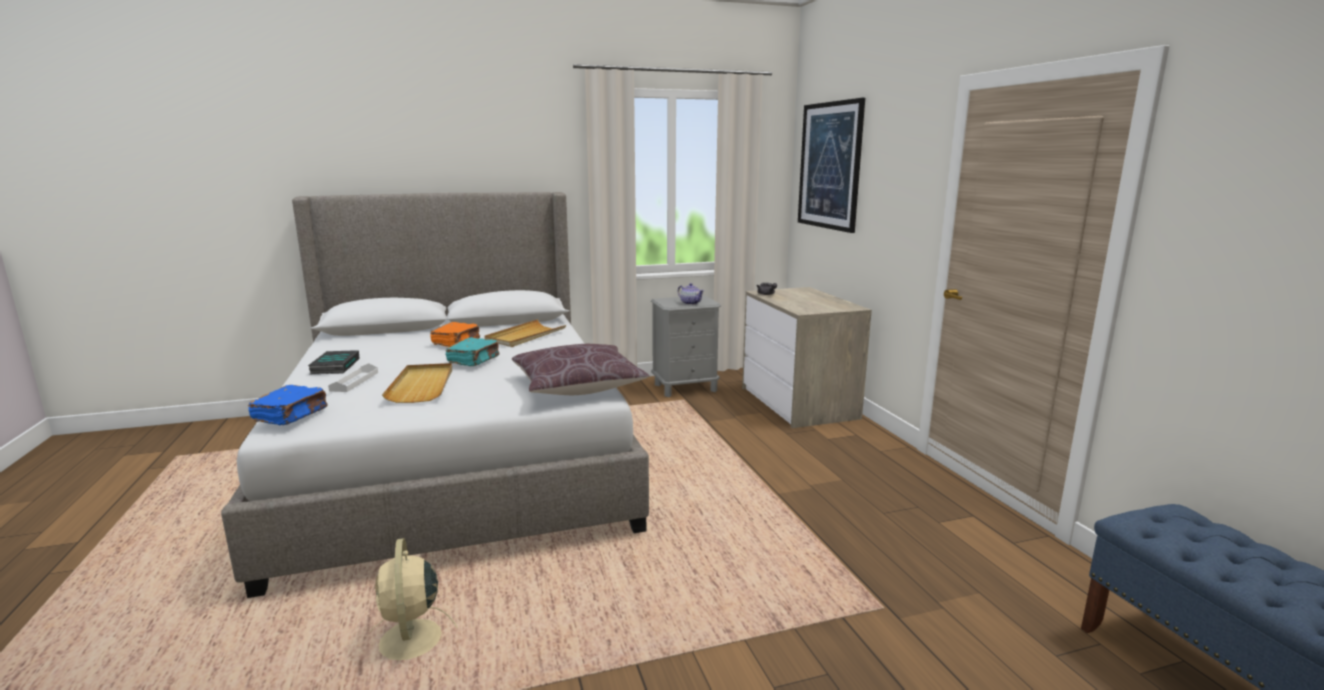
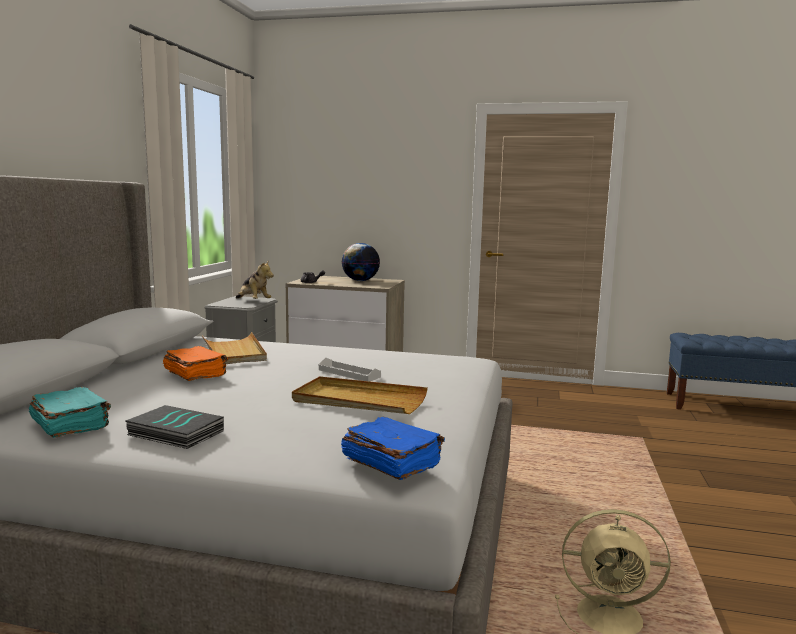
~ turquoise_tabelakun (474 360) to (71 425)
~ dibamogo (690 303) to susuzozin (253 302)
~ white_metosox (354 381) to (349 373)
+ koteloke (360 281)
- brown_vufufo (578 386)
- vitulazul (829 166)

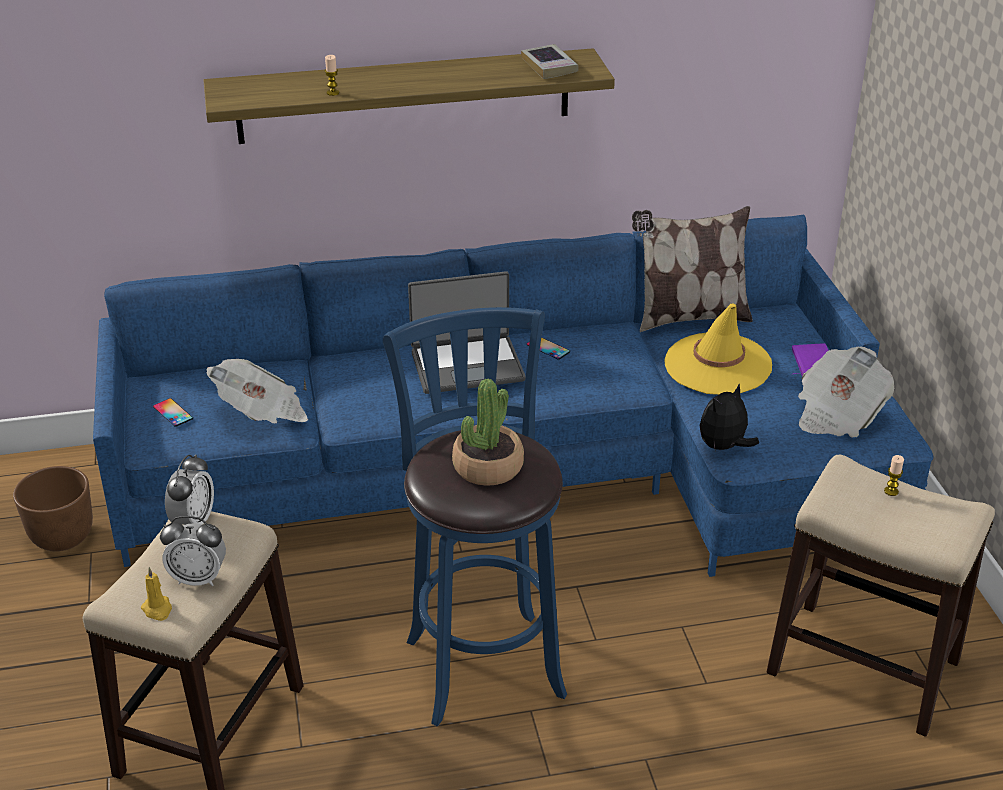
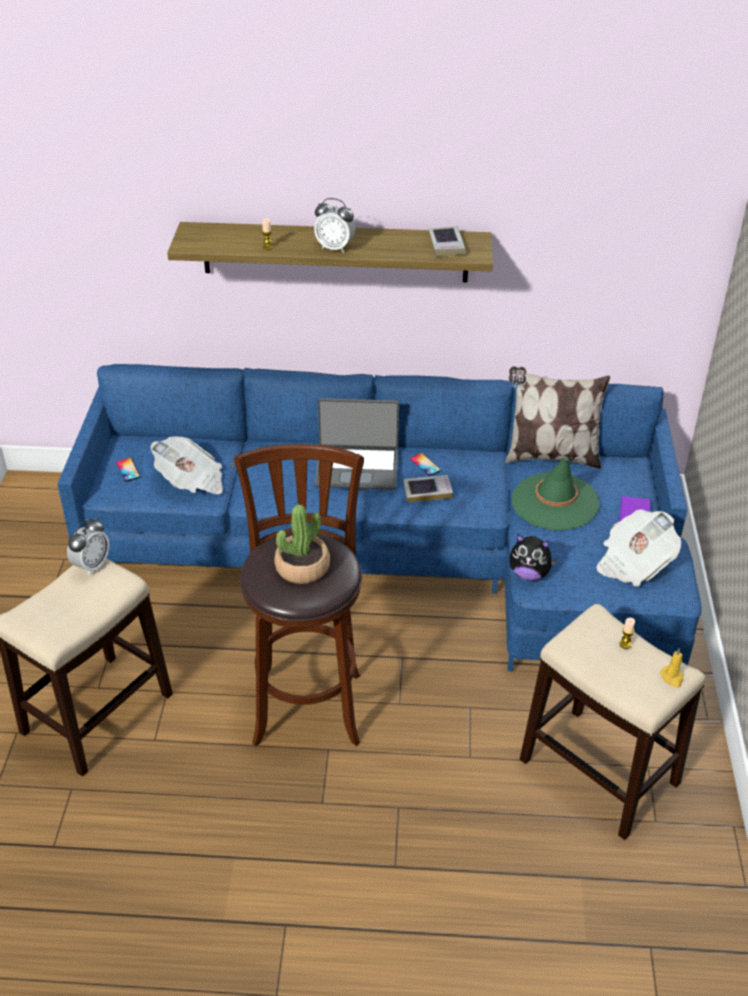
~ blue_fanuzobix (482 661) to brown_fanuzobix (308 702)
~ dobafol (198 578) to (335 248)
+ tabelakun (427 491)
~ susuzozin (724 447) = (529 574) 135 degrees counterclockwise
~ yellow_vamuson (717 365) to green_vamuson (555 502)
~ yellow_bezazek (157 609) to (672 678)
- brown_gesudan (62 537)

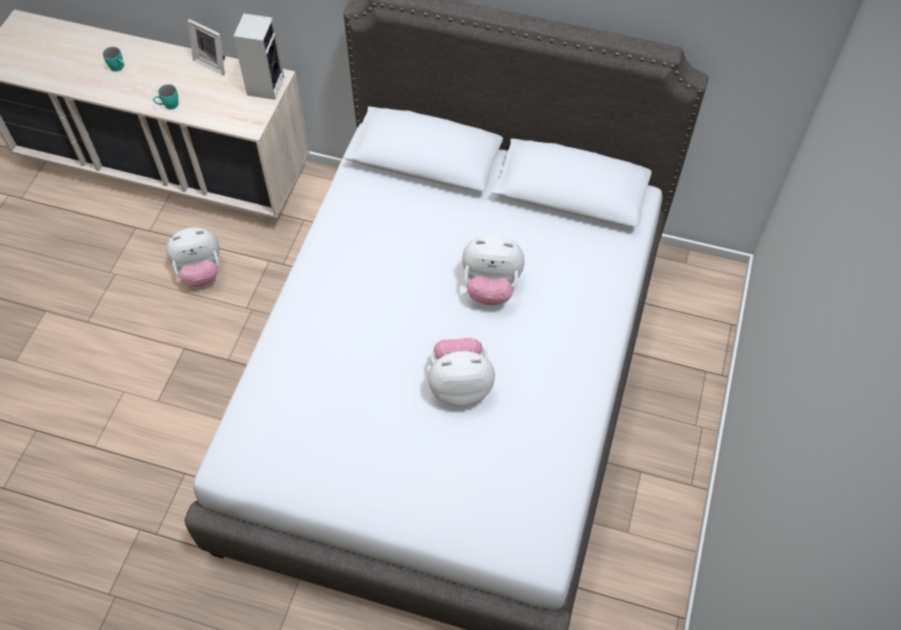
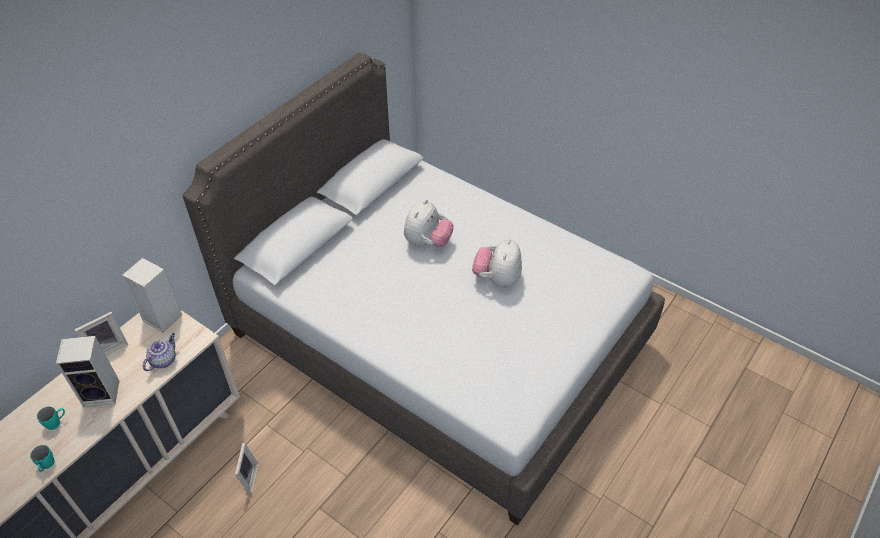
~ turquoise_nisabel (168 106) to (47 466)
+ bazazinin (103 393)
+ dibamogo (163 360)
~ susuzozin (200 271) to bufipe (247 478)

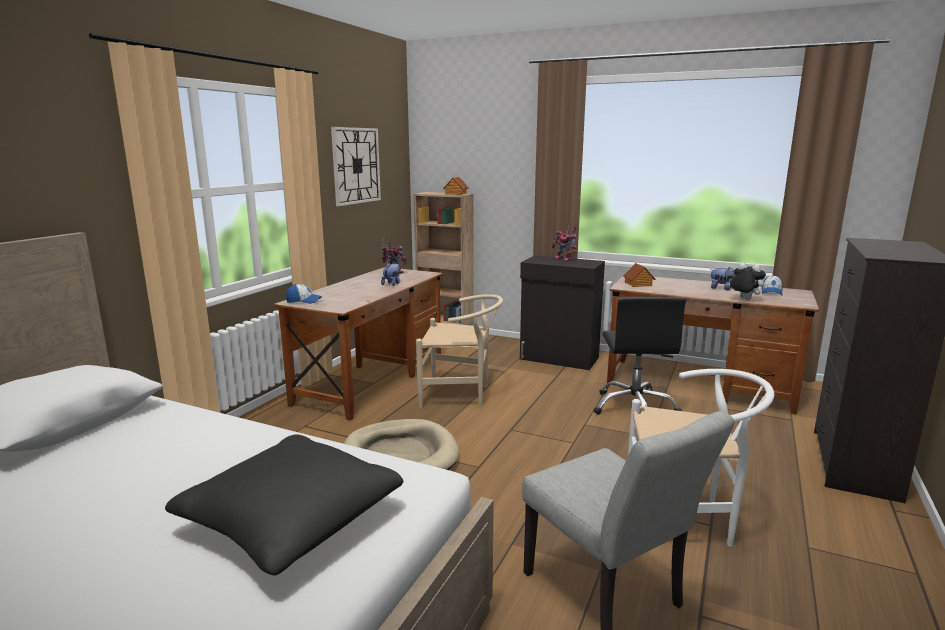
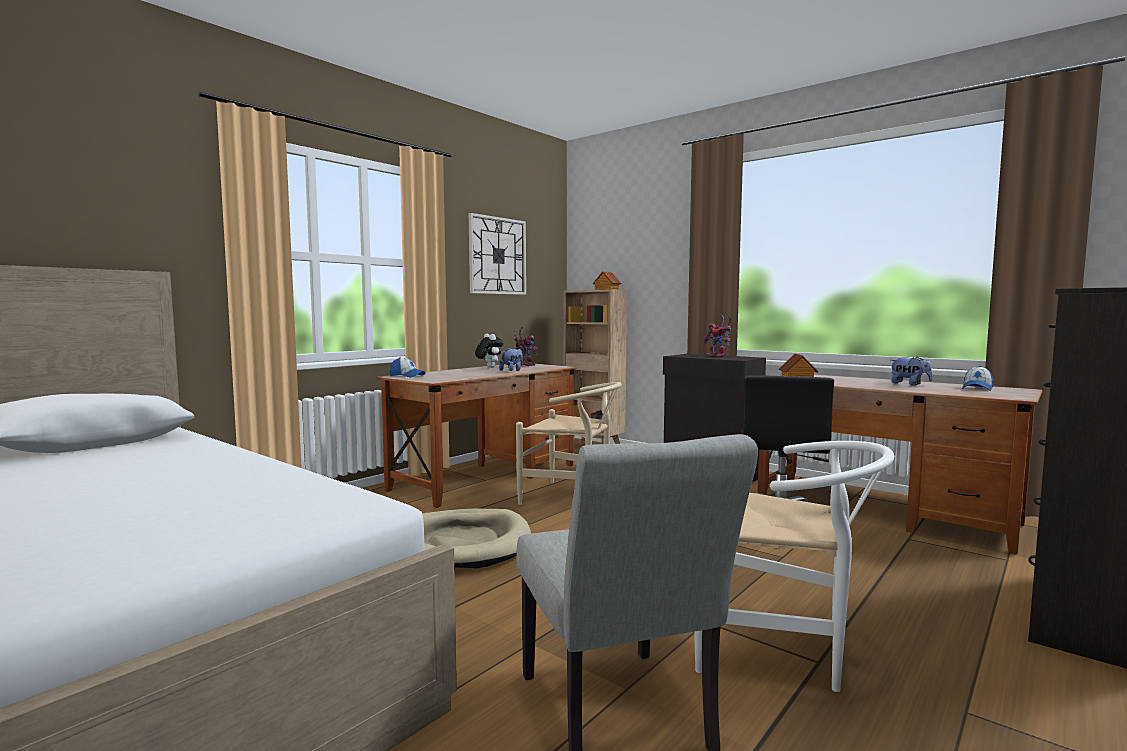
~ susuzozin (743 299) to (489 367)
- black_vufufo (291 520)

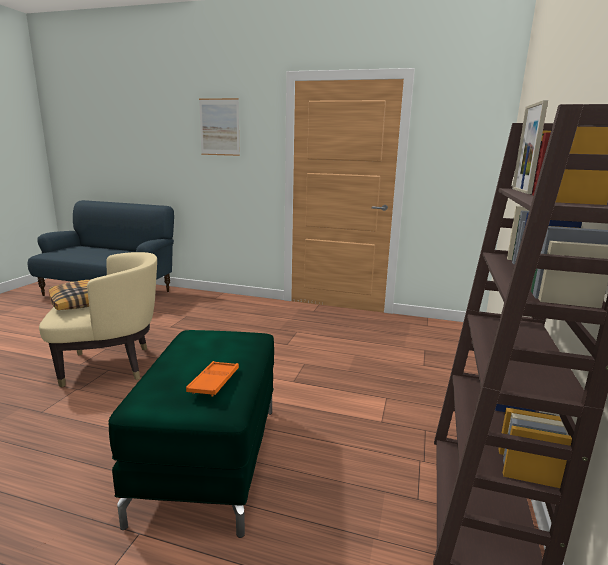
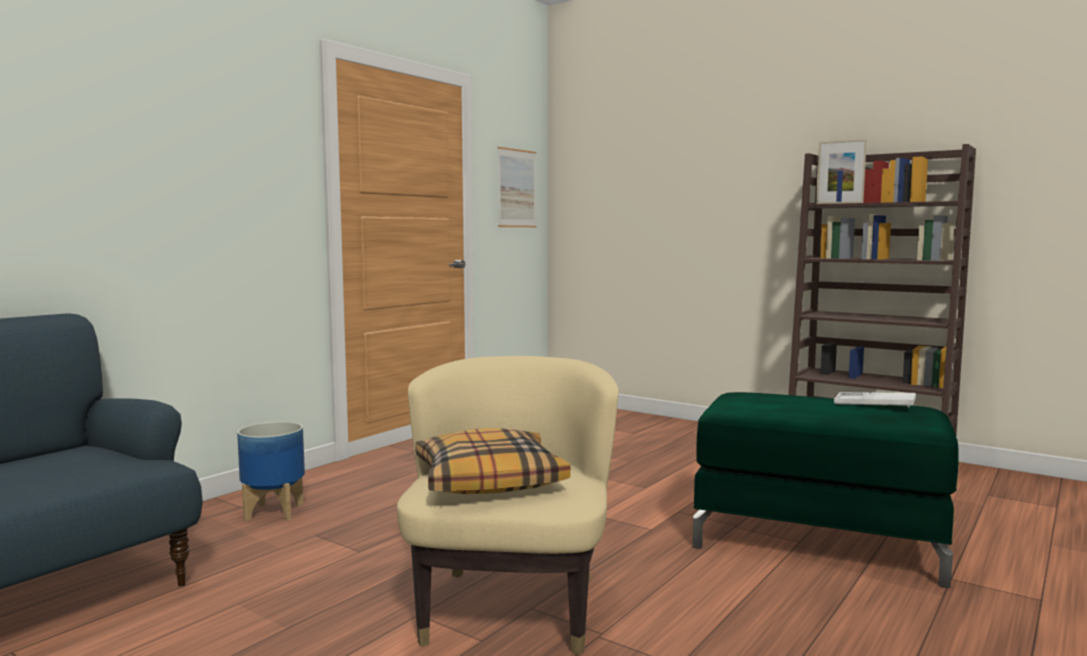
+ gesudan (274 512)
~ vitulazul (219 127) to (517 188)
~ orange_metosox (214 382) to white_metosox (874 405)

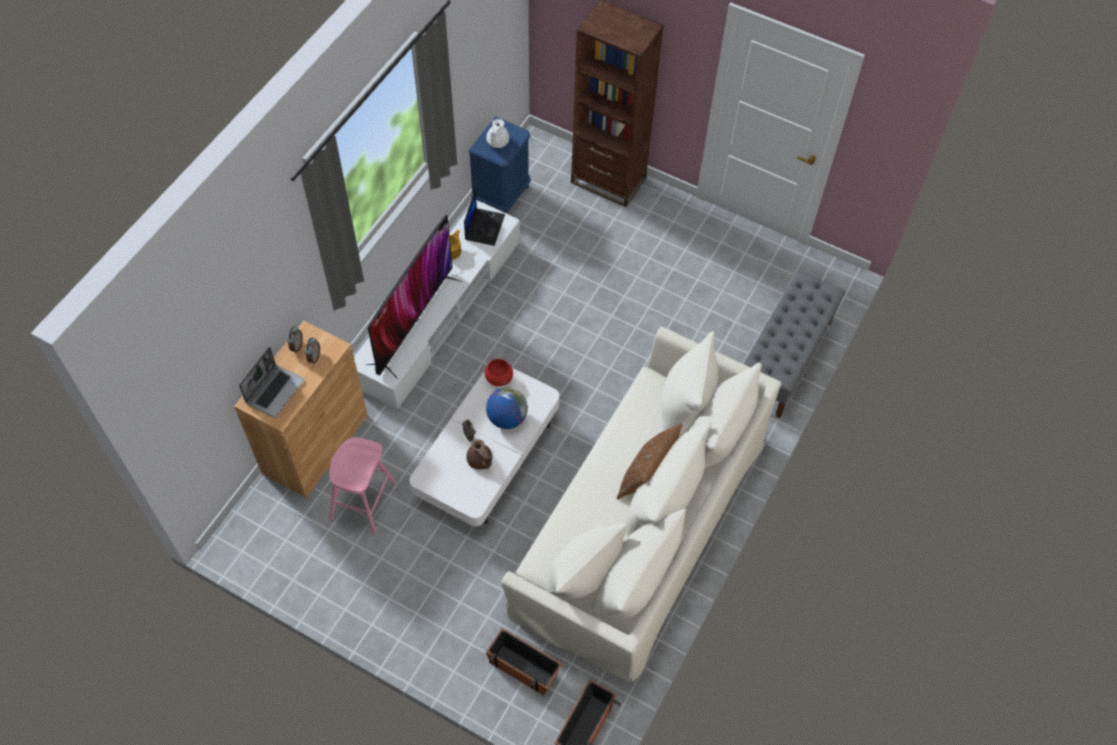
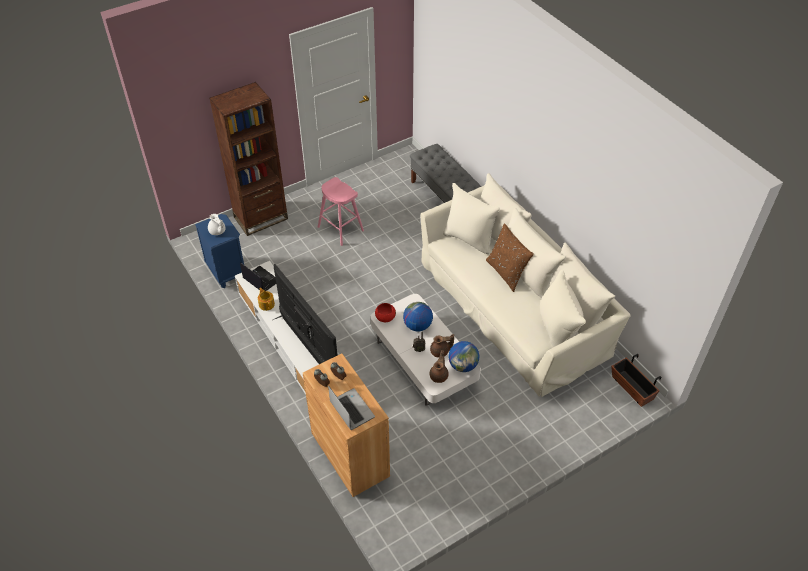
~ pink_fanuzobix (363 501) to (340 229)
+ brown_dibamogo (439 375)
+ koteloke (463 365)
- gesudan (523 668)

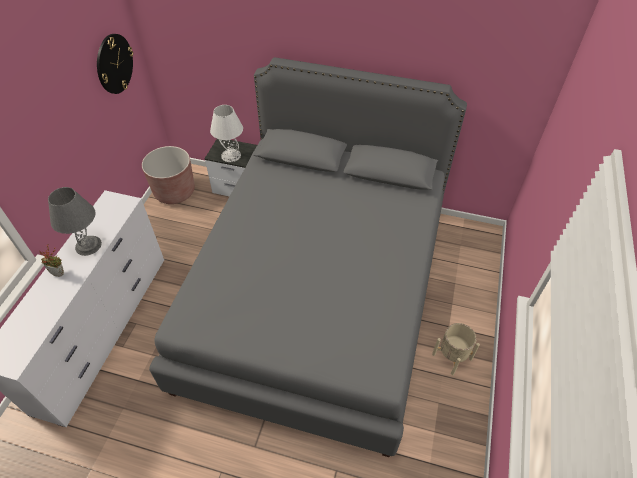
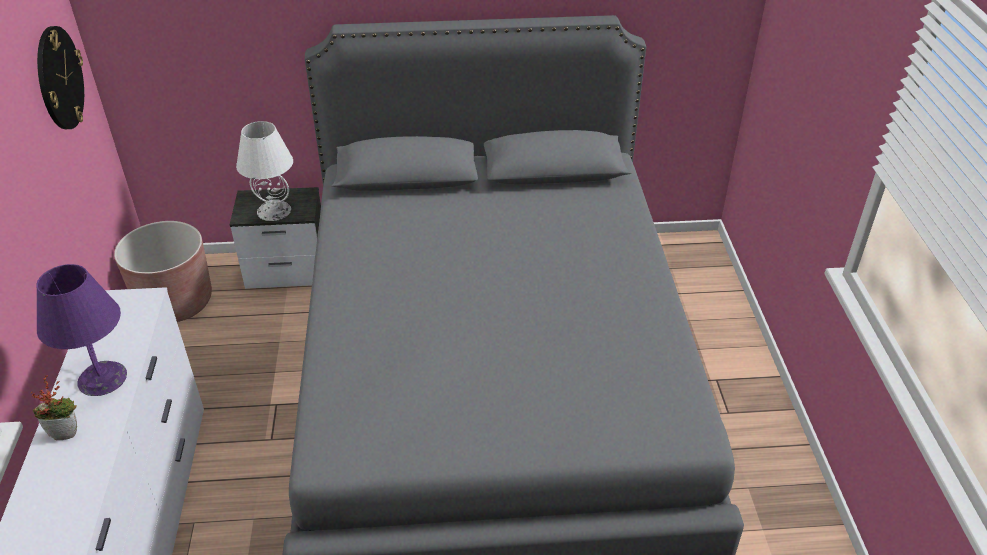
~ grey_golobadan (88 245) to purple_golobadan (103 378)
- beige_gesudan (452 357)

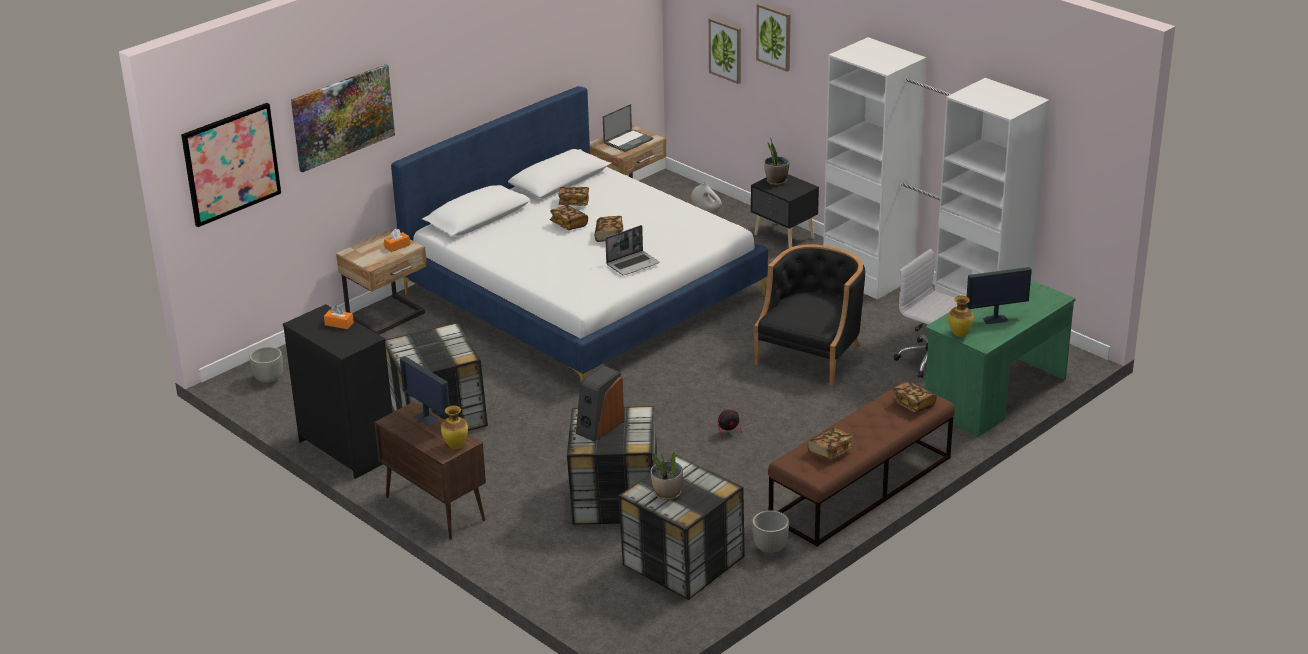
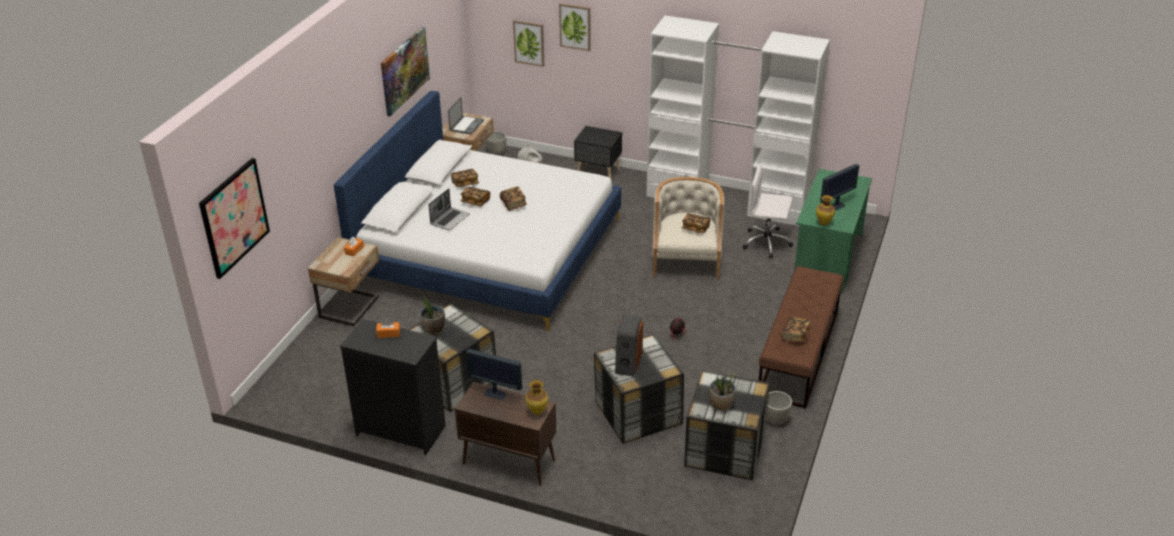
~ vitulazul (342 117) to (404 70)
~ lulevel (776 181) to (434 329)
~ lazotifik (633 264) to (449 219)
~ grey_gesudan (268 379) to (496 153)
~ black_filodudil (812 354) to beige_filodudil (686 259)
~ tabelakun (913 404) to (695 228)

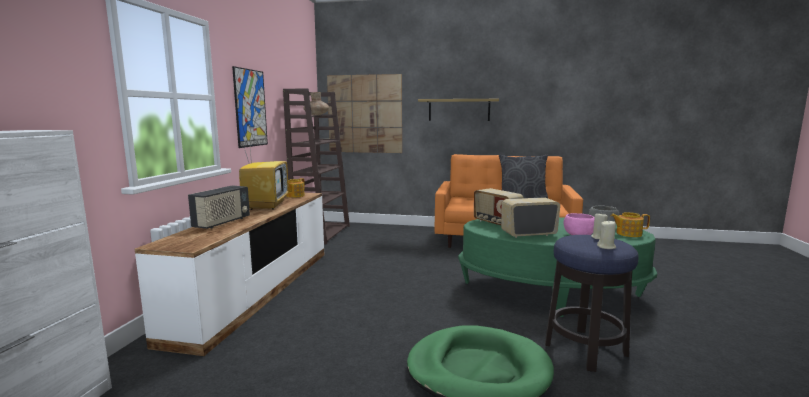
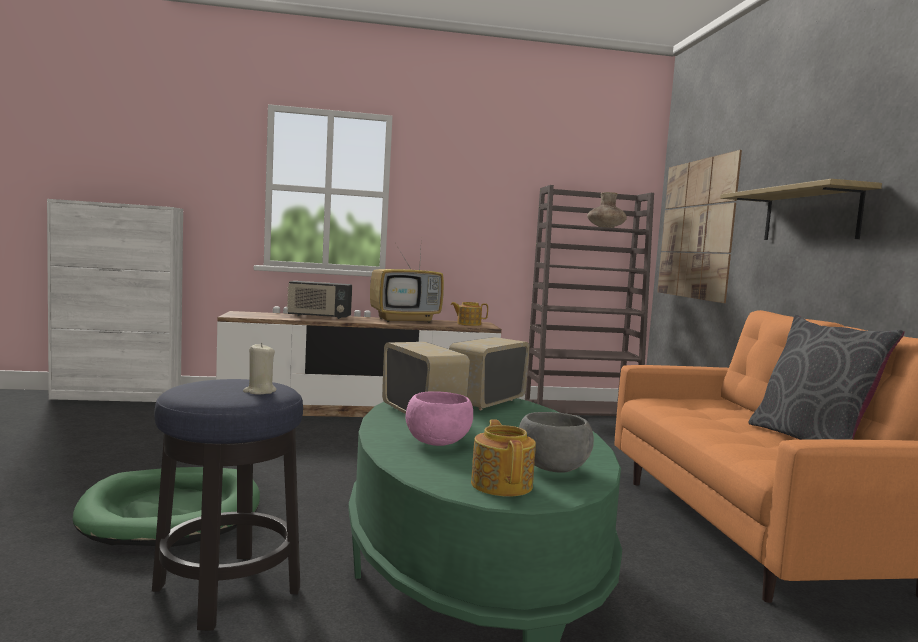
- vitulazul (250 108)
- beige_bezazek (606 247)

